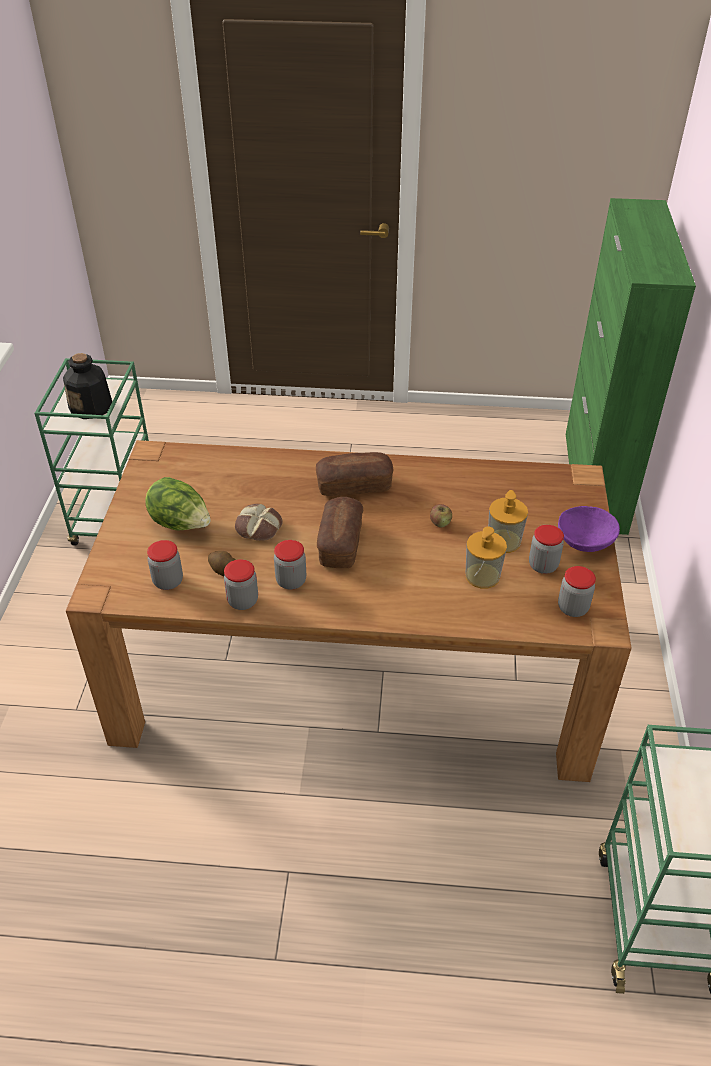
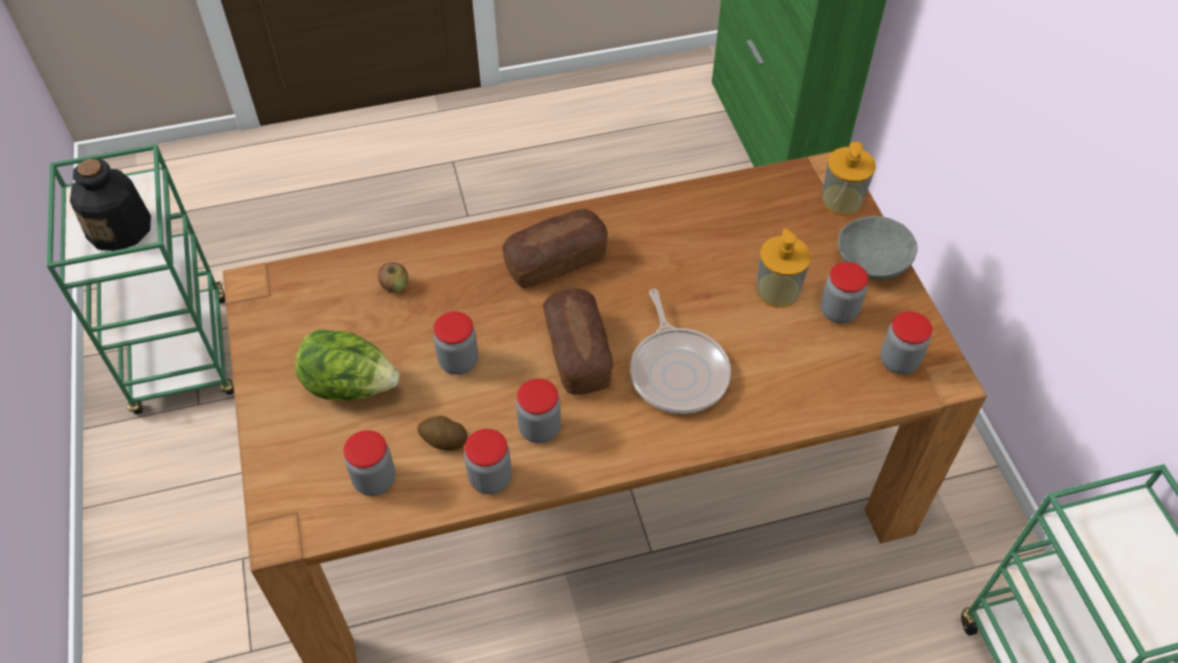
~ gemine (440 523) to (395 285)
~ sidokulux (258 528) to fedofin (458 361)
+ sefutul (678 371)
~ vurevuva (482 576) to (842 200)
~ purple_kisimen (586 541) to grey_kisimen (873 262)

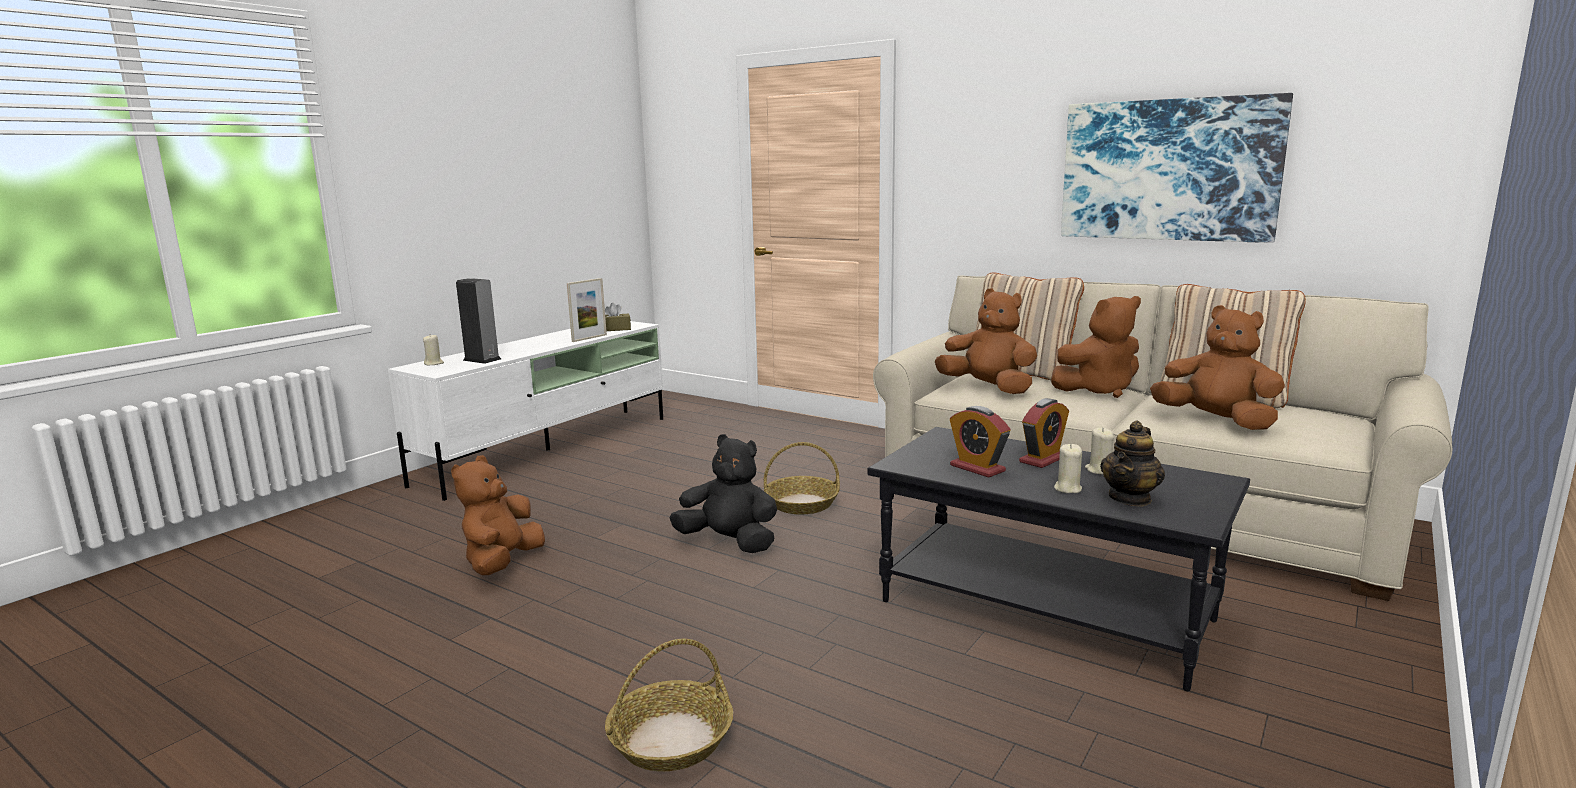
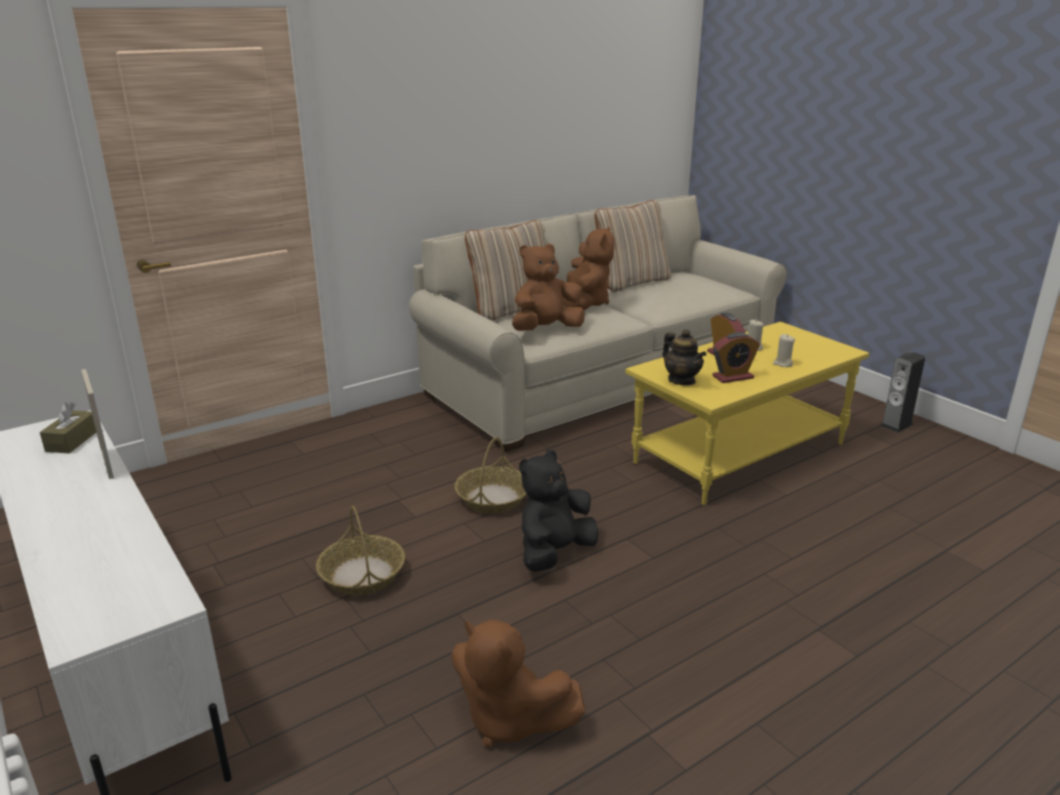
~ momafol (671 739) to (362 574)
~ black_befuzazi (1046 610) to yellow_befuzazi (739 452)
~ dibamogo (1130 498) to (681 380)
~ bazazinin (482 359) to (896 425)
- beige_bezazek (434 363)
- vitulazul (1168 170)
- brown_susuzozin (1216 421)

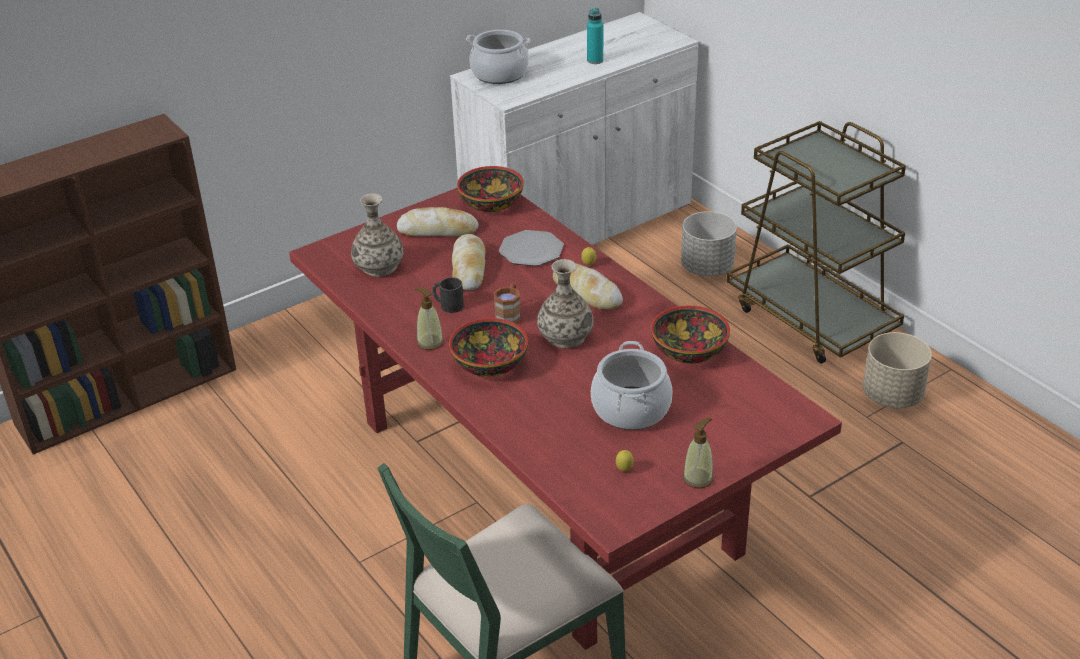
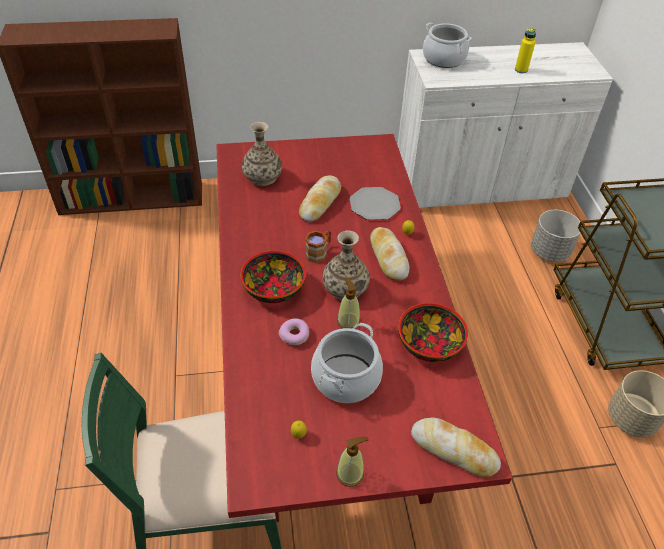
+ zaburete (294 335)
~ vurevuva (430 342) to (348 321)
~ sidokulux (438 230) to (454 450)
~ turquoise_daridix (595 60) to yellow_daridix (521 70)
- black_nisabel (447 305)
- kisimen (490 203)

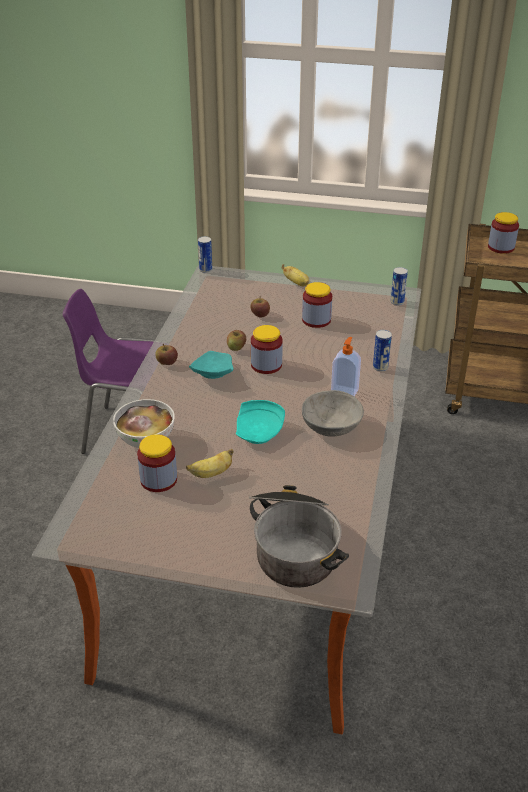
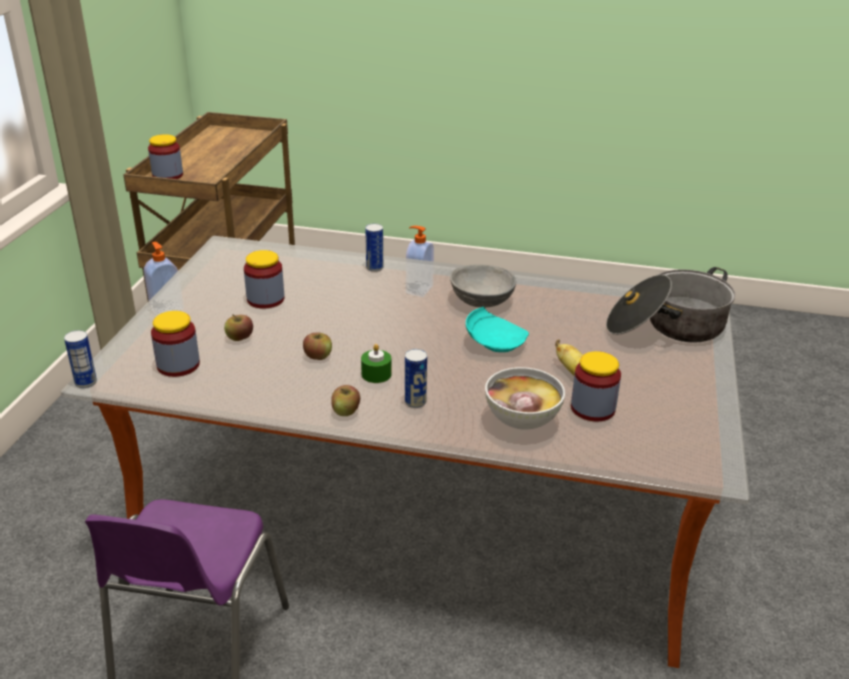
~ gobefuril (297 283) to vurevuva (166 309)
~ fedofin (266 365) to (178 365)
~ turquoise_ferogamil (212 373) to green_bezazek (376 374)
~ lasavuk (397 302) to (415 402)

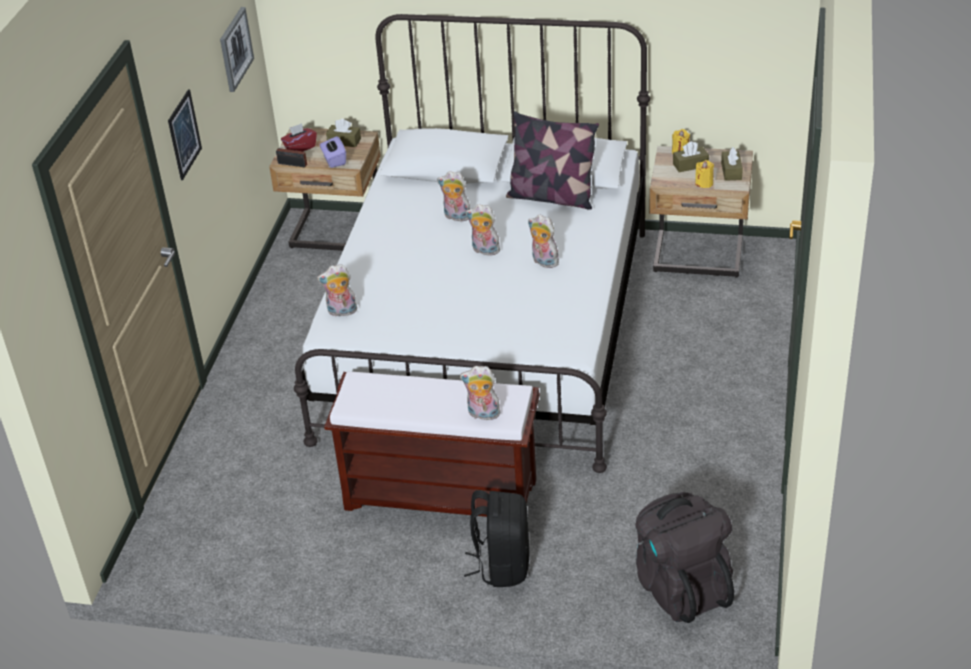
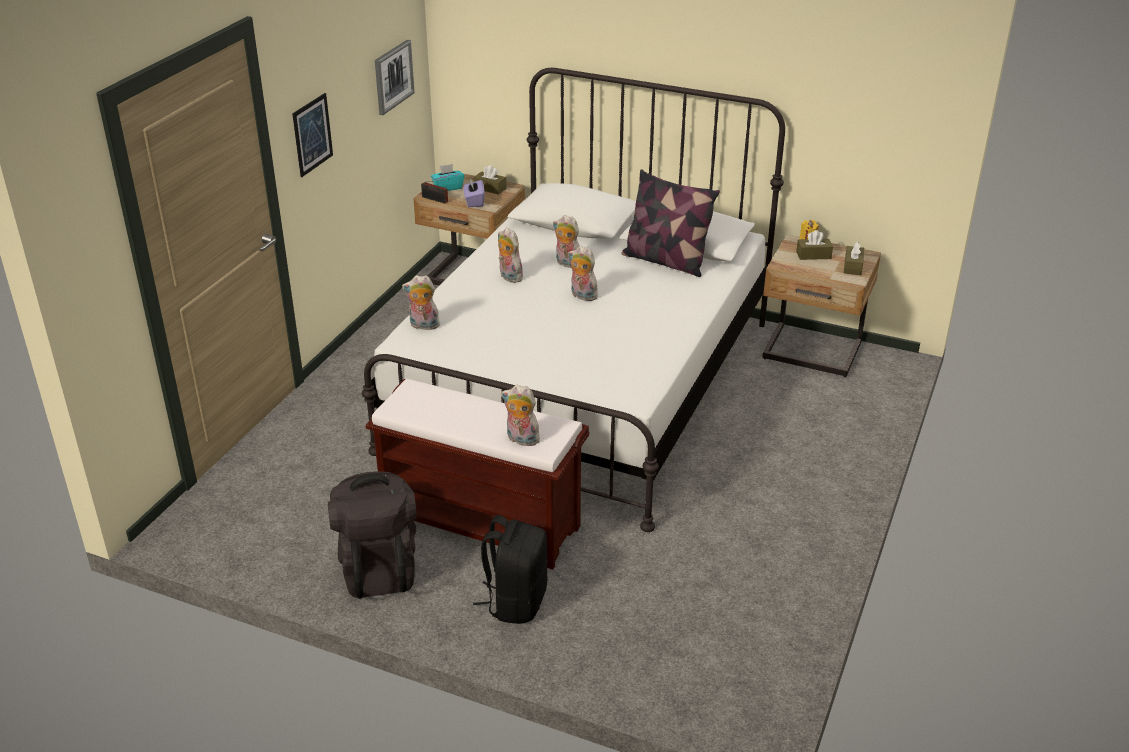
~ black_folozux (680 586) to (378 568)
~ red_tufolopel (300 148) to turquoise_tufolopel (448 187)
~ susuzozin (543 262) to (509 277)
- yellow_bezazek (704 183)

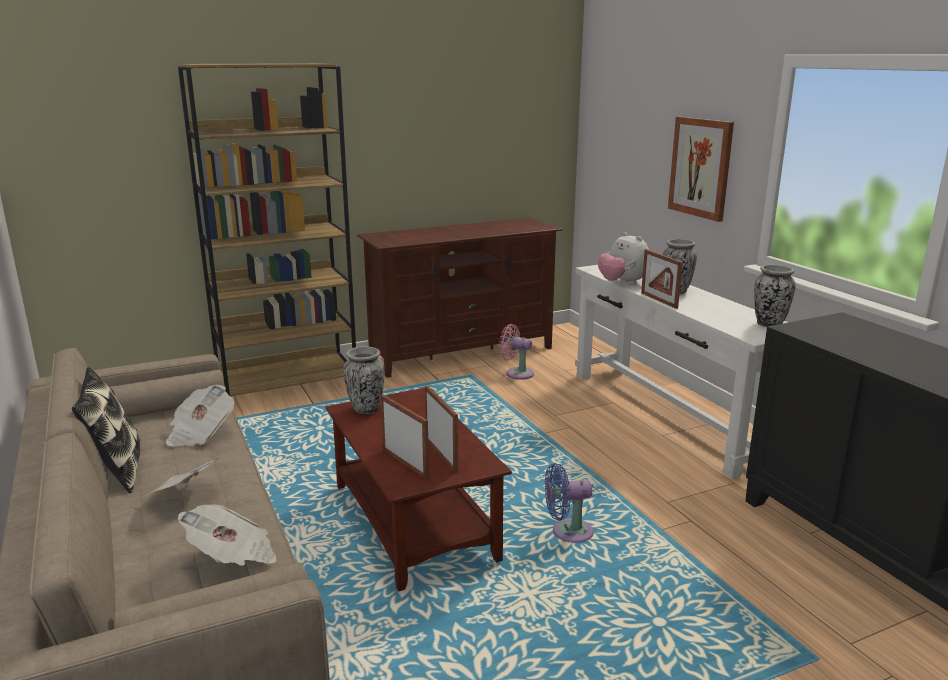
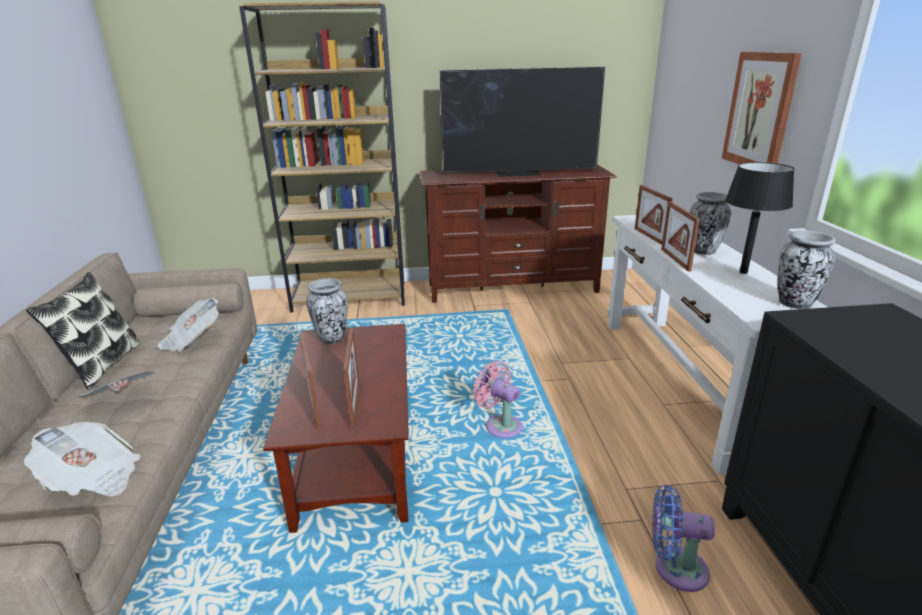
+ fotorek (519 173)
~ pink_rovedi (517 373) to (500 425)
~ susuzozin (623 283) to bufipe (649 237)
~ blue_rovedi (567 532) to (675 568)
+ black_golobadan (743 272)

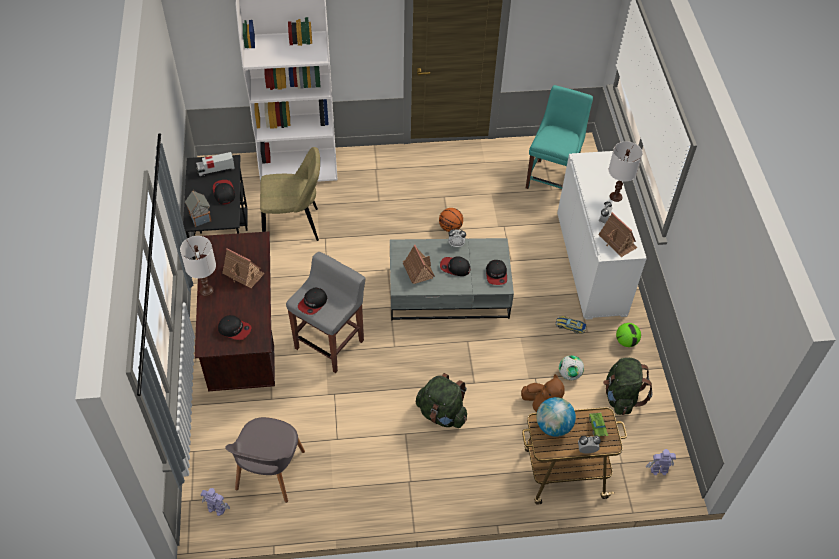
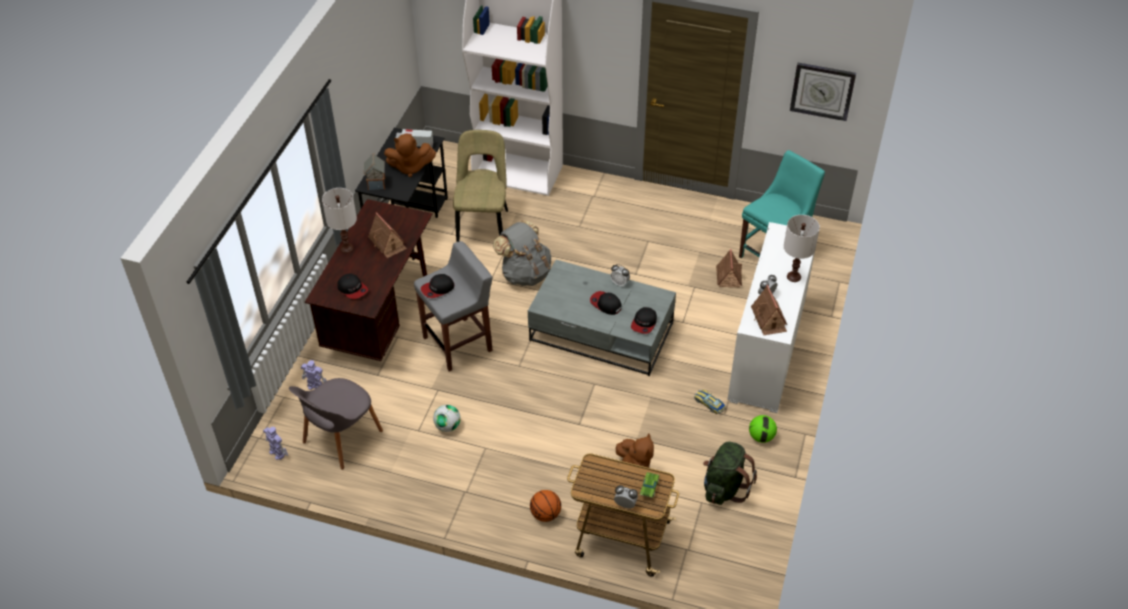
~ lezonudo (658 470) to (315 386)
~ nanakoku (224 193) to brown_susuzozin (410 167)
~ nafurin (569 374) to (447 426)
~ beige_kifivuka (294 226) = (483 226) 105 degrees counterclockwise
+ grey_folozux (525 273)
~ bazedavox (450 227) to (545 514)
~ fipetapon (417 270) to (728 276)
+ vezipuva (822 91)
- green_folozux (441 414)
- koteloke (553 426)

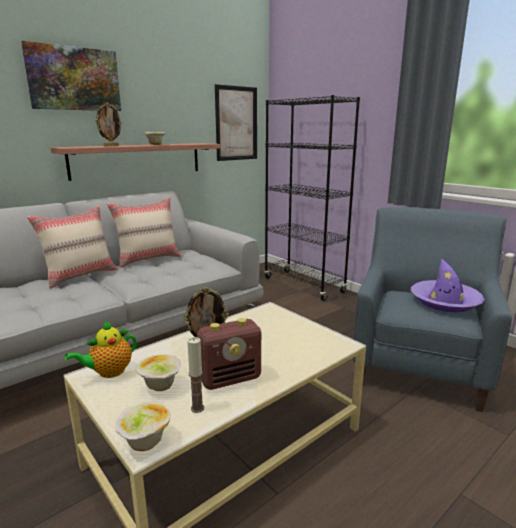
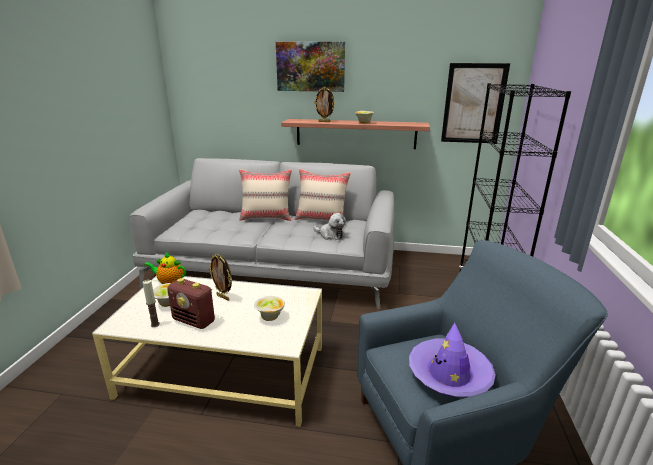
~ kisimen (144 443) to (270 317)
+ susuzozin (330 235)

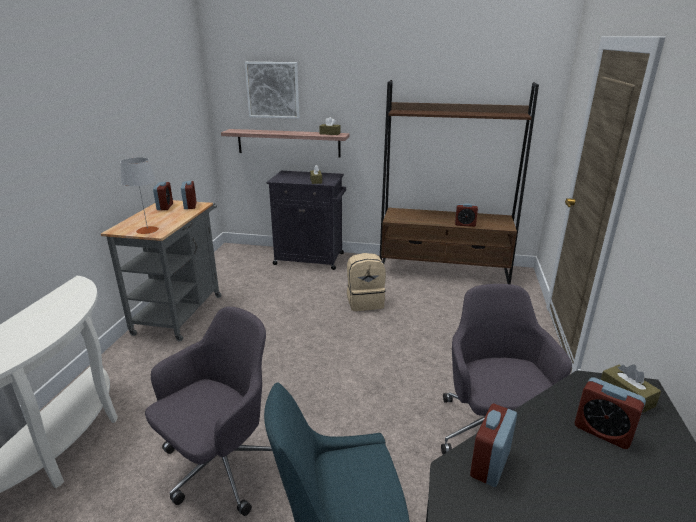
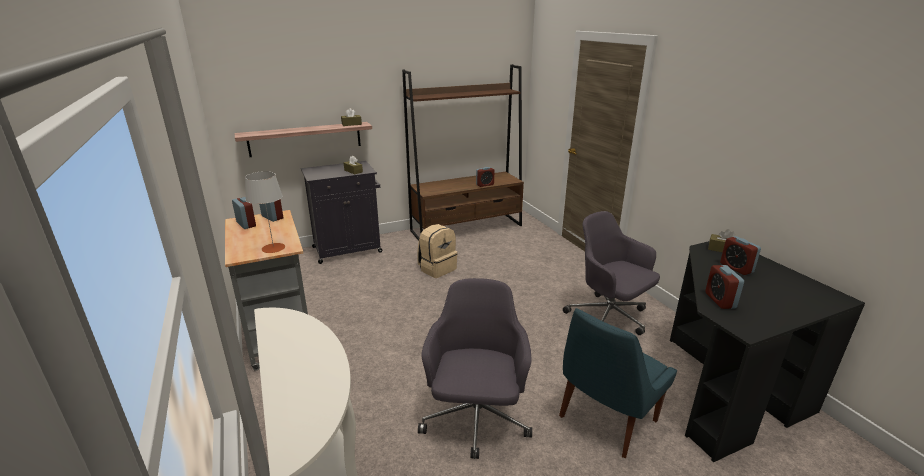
~ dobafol (603 431) = (736 268) 60 degrees clockwise
- vitulazul (273 90)

